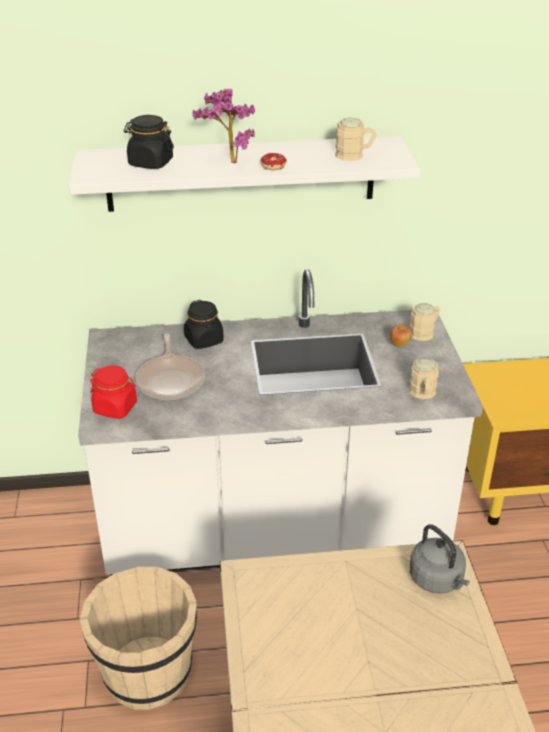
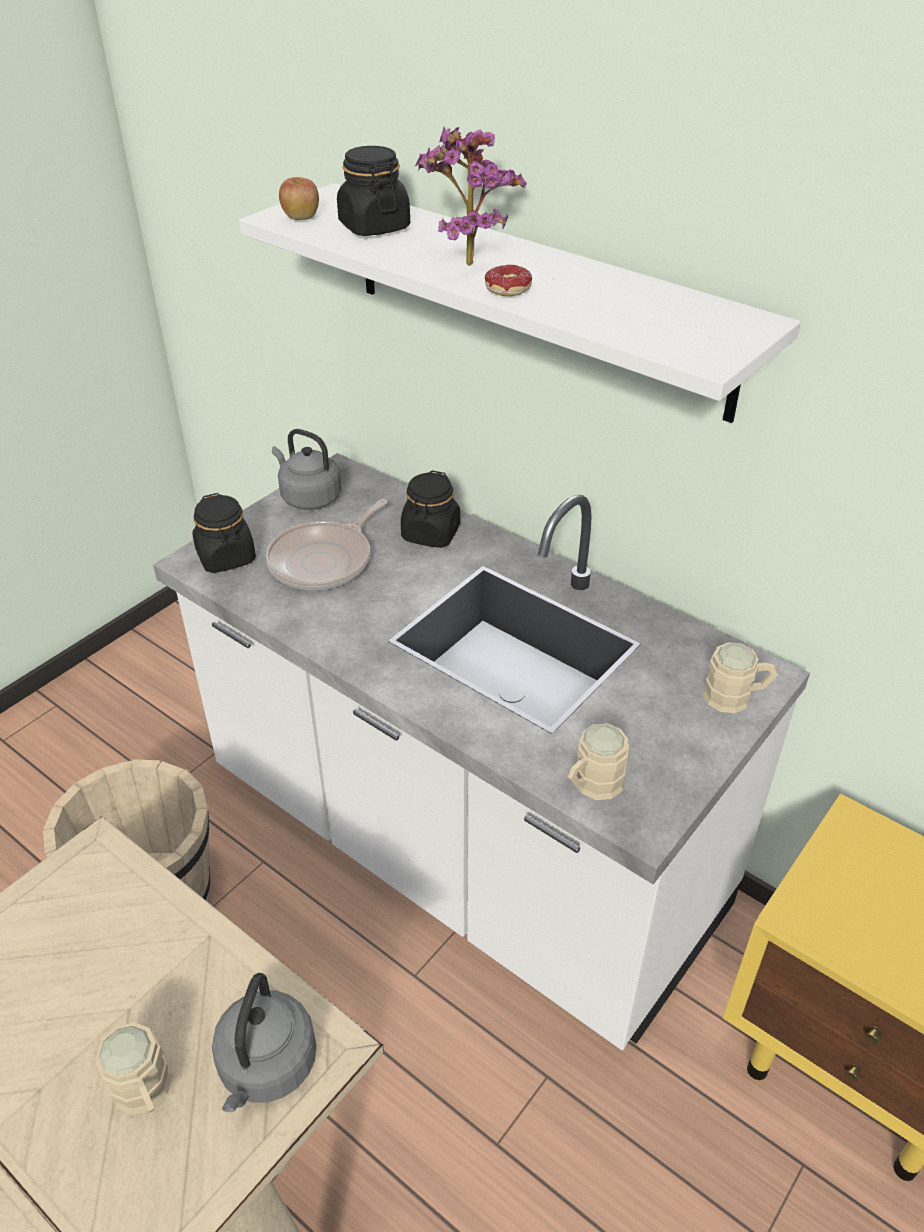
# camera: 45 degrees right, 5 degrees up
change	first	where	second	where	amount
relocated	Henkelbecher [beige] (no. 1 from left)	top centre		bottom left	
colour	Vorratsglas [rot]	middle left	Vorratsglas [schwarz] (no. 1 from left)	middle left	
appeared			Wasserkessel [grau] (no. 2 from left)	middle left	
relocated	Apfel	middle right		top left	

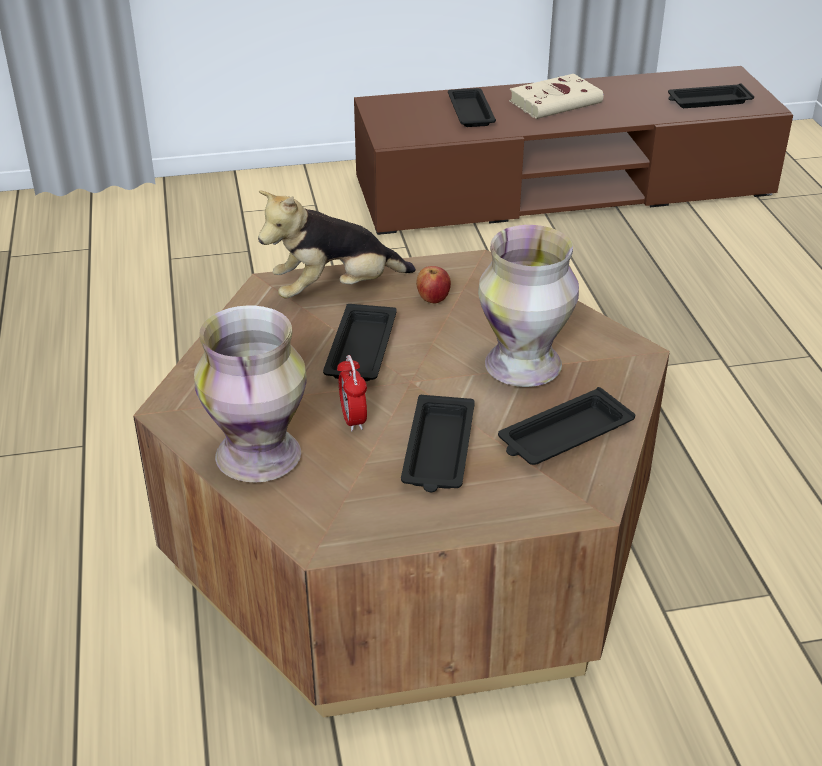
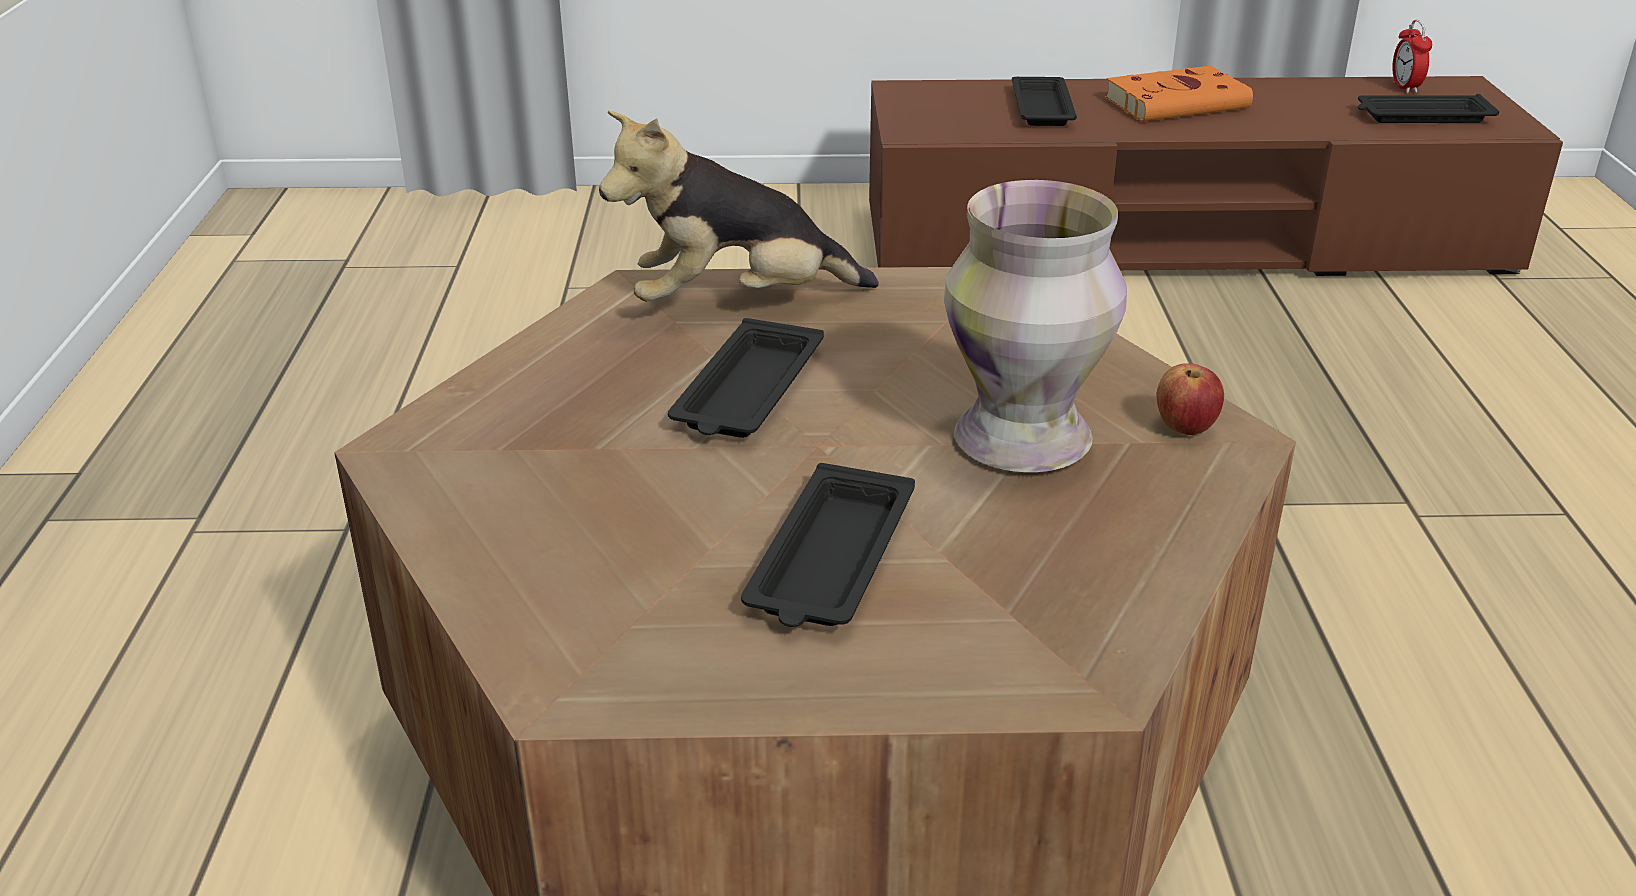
# camera: 10 degrees right, 5 degrees down
change	first	where	second	where	amount
colour	Buch [beige]	top right	Buch [orange]	top right	
relocated	Apfel	centre		middle right	
relocated	Wecker	centre		top right	
missing	Vase (no. 1 from left)	middle left			
missing	Tablett [schwarz] (no. 4 from left)	middle right			

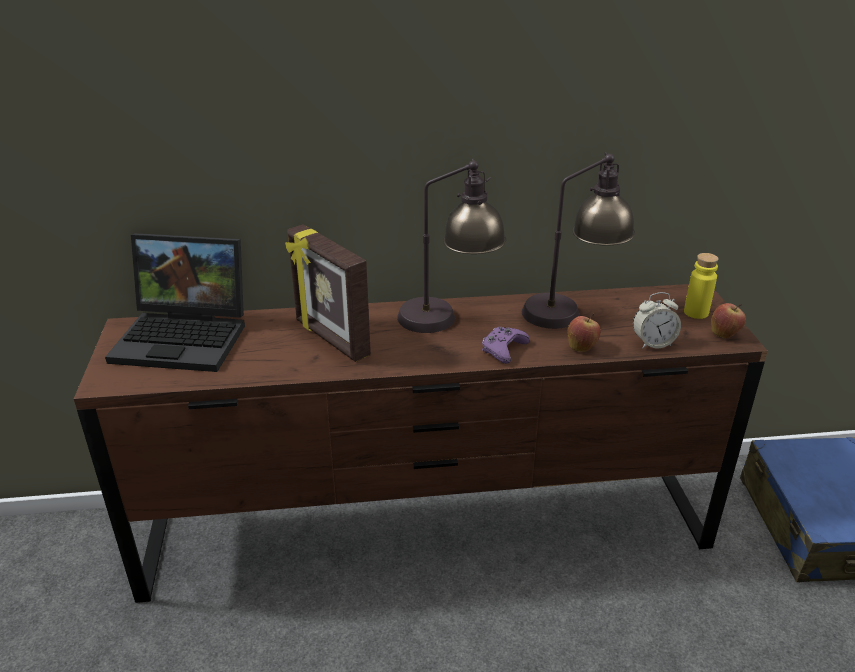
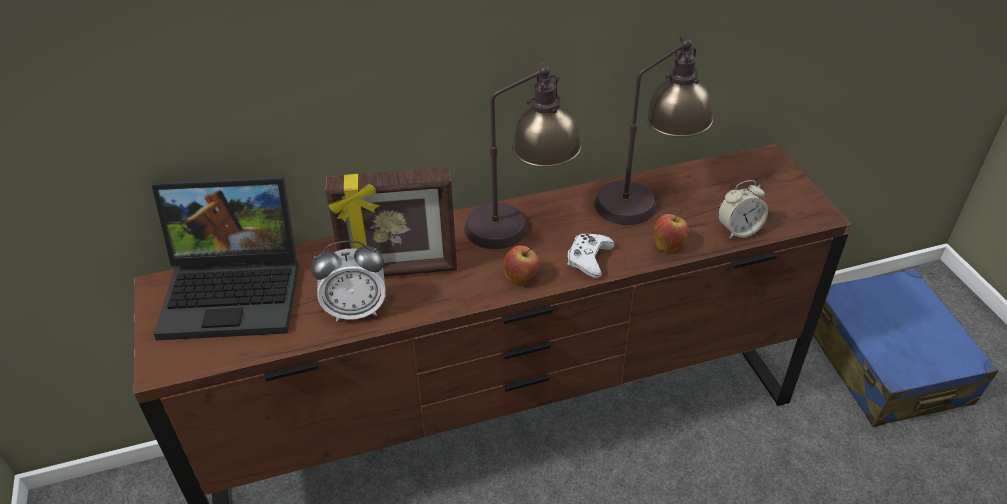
# camera: 10 degrees left, 10 degrees up
change	first	where	second	where	amount
appeared			Wecker (no. 1 from left)	centre	
spun	Bilderrahmen	centre		centre	45 degrees counterclockwise
relocated	Apfel (no. 2 from left in the first image)	middle right	Apfel (no. 1 from left)	centre	
colour	Gamepad [lila]	centre	Gamepad [weiß]	centre	
missing	Flasche [gelb]	middle right			

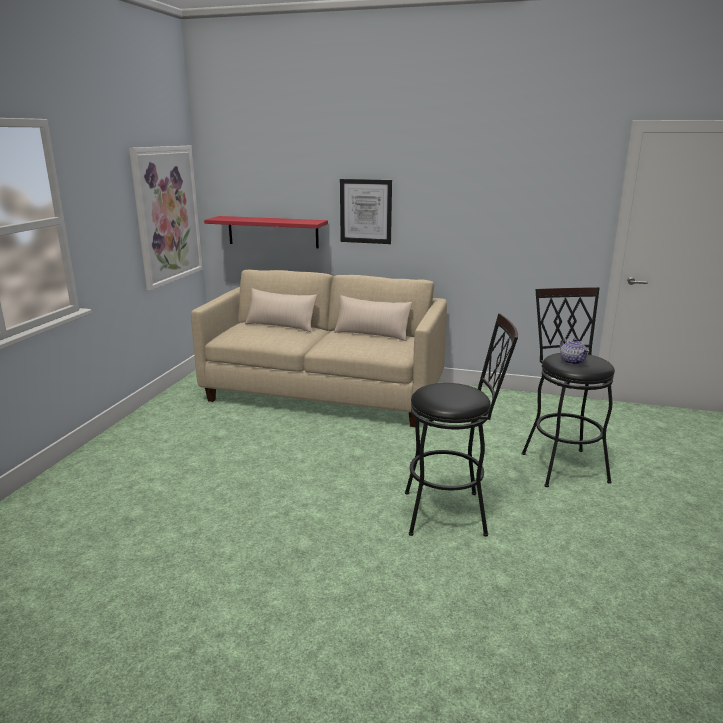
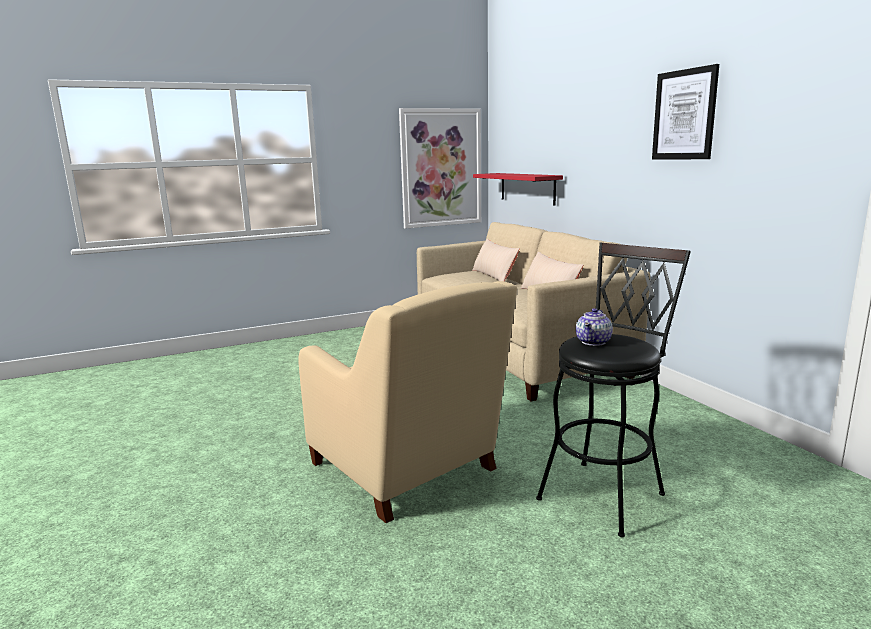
# camera: 50 degrees right, 5 degrees down
change	first	where	second	where	amount
exchanged	Hocker [schwarz] (no. 1 from left)	centre	Sessel [beige]	centre	
relocated	Bild (no. 2 from left)	top centre		top right	

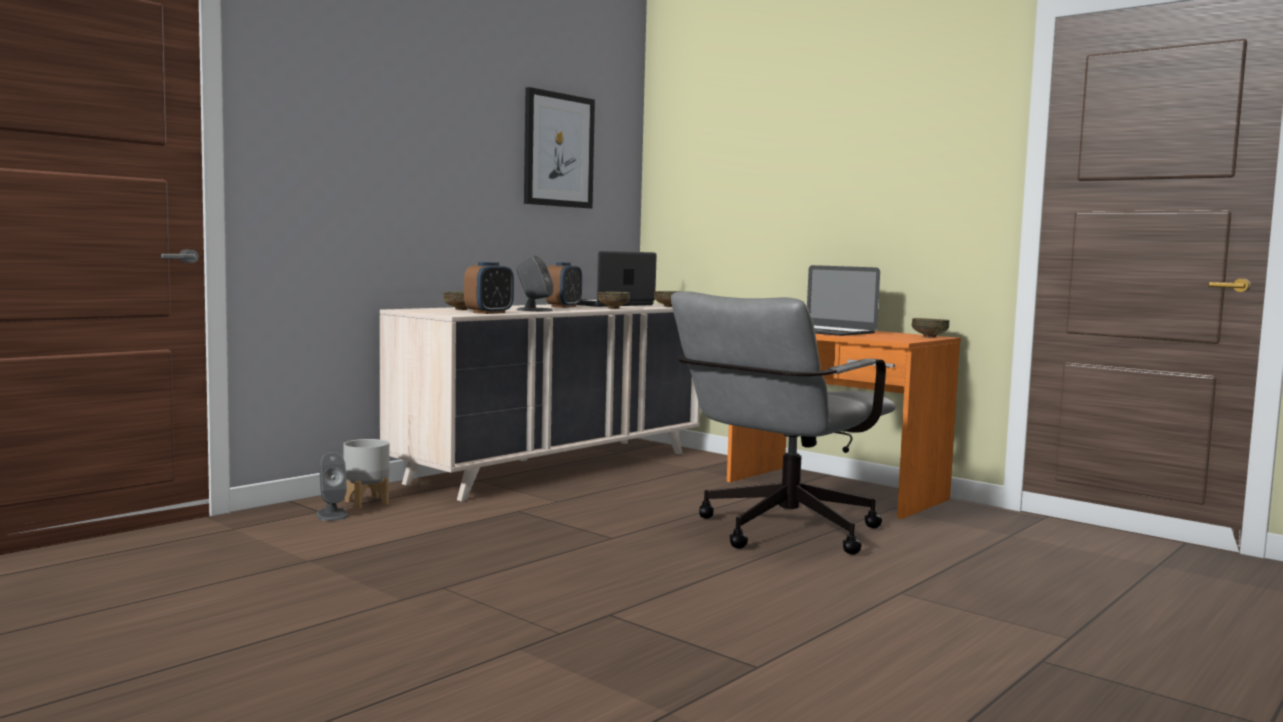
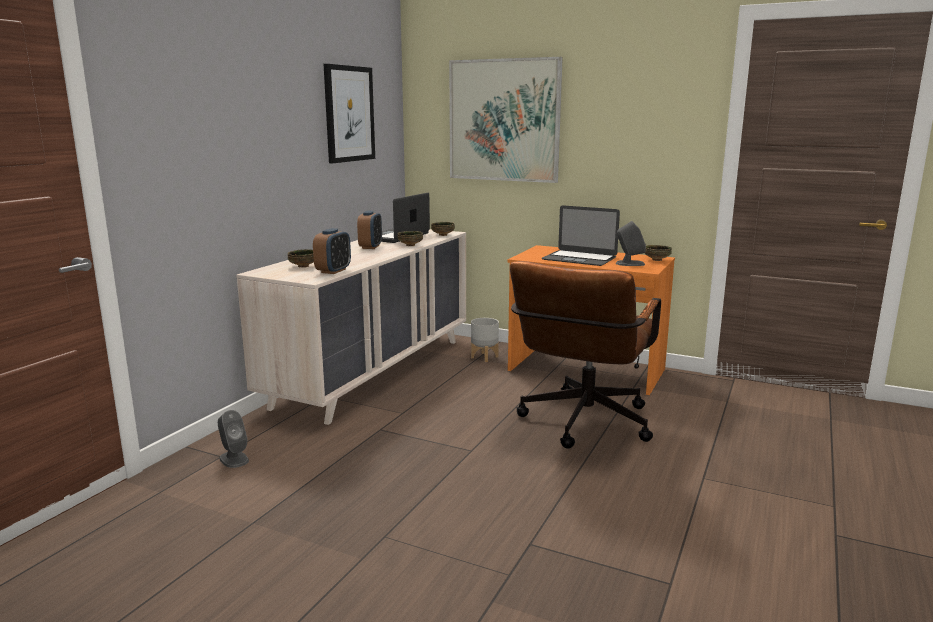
# camera: 15 degrees left, 10 degrees up
change	first	where	second	where	amount
appeared			Bild (no. 2 from left)	top centre	
relocated	Pflanzkübel [grau]	middle left		centre	
colour	Bürostuhl [grau]	centre	Bürostuhl [braun]	centre	
relocated	Lautsprecher [grau] (no. 2 from left)	centre		middle right	

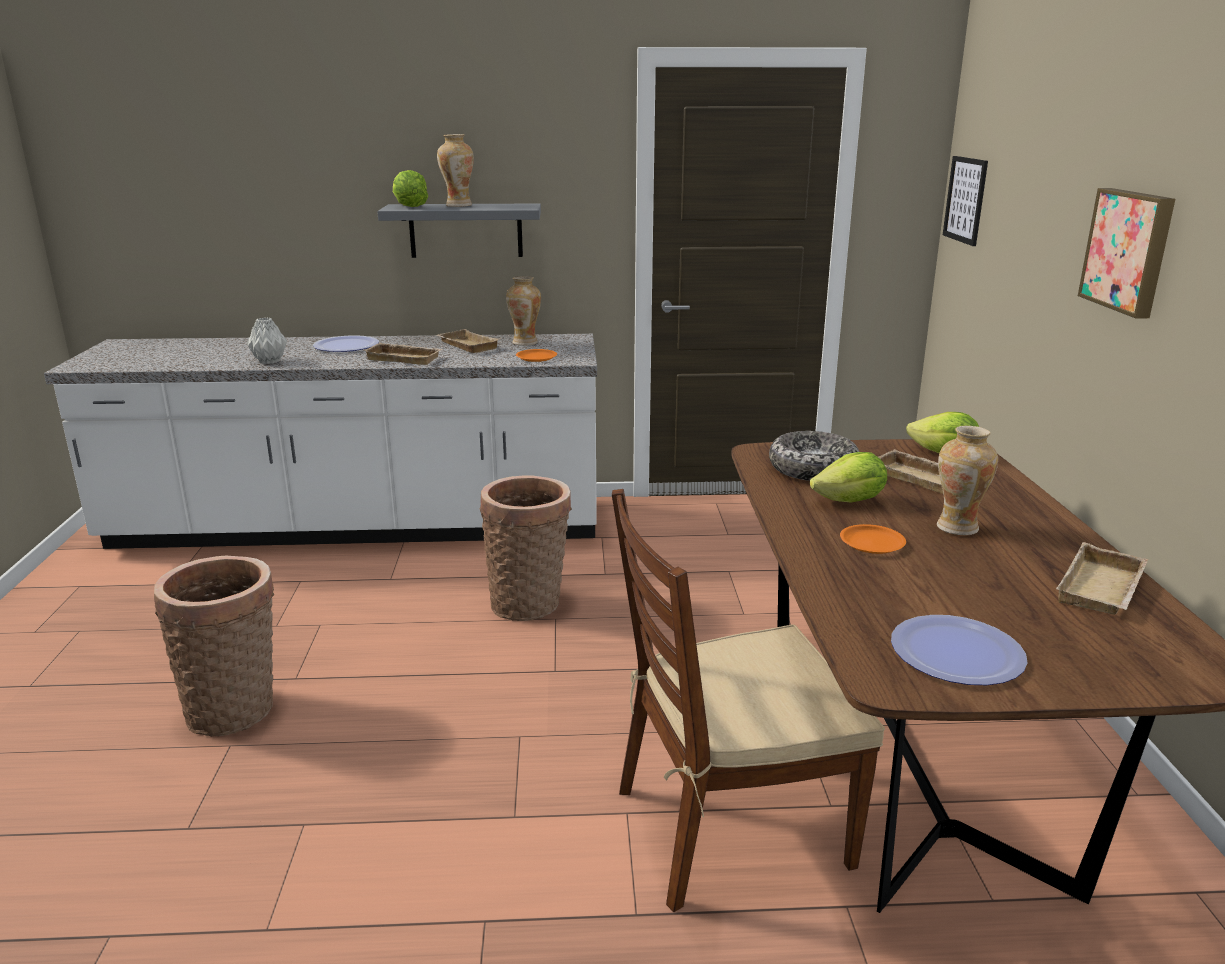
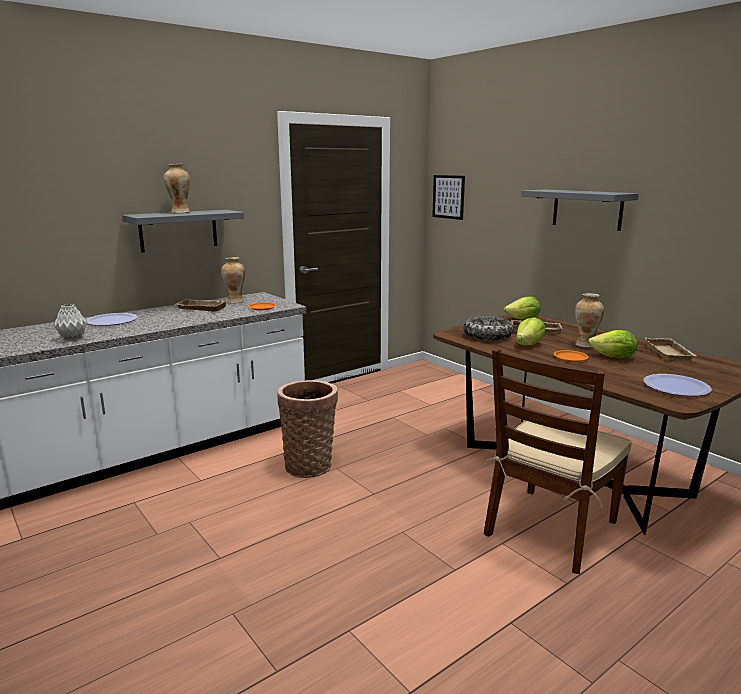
# camera: 35 degrees left, 5 degrees down
change	first	where	second	where	amount
exchanged	Bild (no. 2 from left)	top right	Wandregal [grau] (no. 2 from left)	top right	
relocated	Salatkopf (no. 1 from left in the first image)	top centre	Salatkopf (no. 3 from left)	middle right	
missing	Korb (no. 1 from left)	bottom left			
missing	Tablett [beige] (no. 1 from left)	middle left			

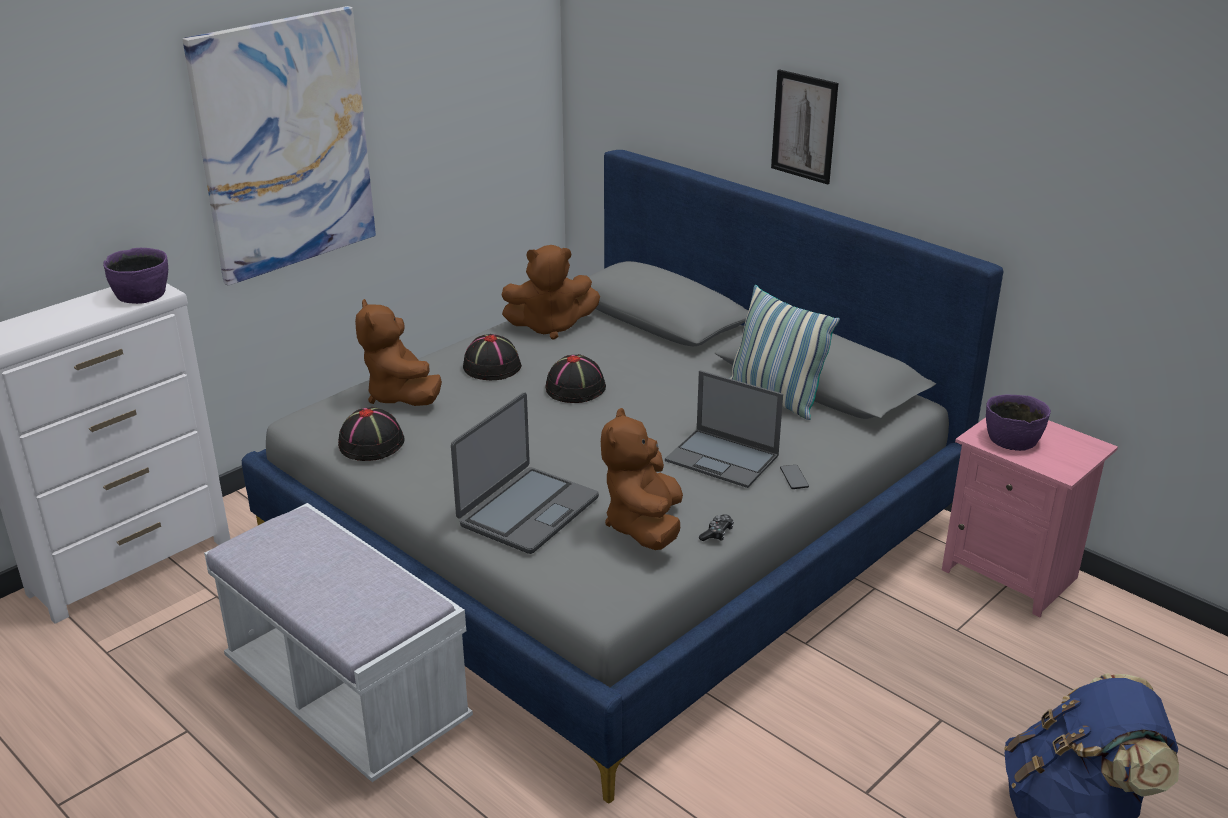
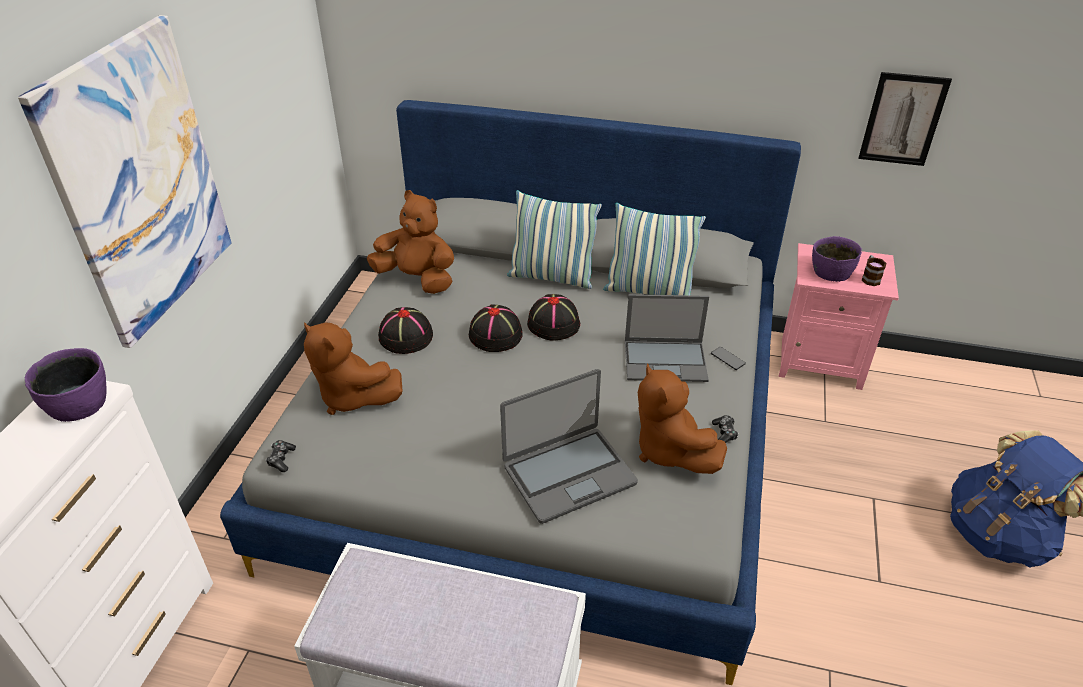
# camera: 30 degrees left, 10 degrees up
change	first	where	second	where	amount
appeared			Gamepad (no. 1 from left)	middle left	
spun	Plüschtier [braun] (no. 2 from left)	centre		centre	120 degrees counterclockwise
spun	Laptop (no. 1 from left)	centre		centre	60 degrees clockwise
appeared			Kissen (no. 1 from left)	centre	
relocated	Hut [schwarz] (no. 1 from left in the first image)	middle left	Hut [schwarz] (no. 3 from left)	centre	
relocated	Bild (no. 2 from left)	top centre		top right	
appeared			Henkelbecher	middle right	

